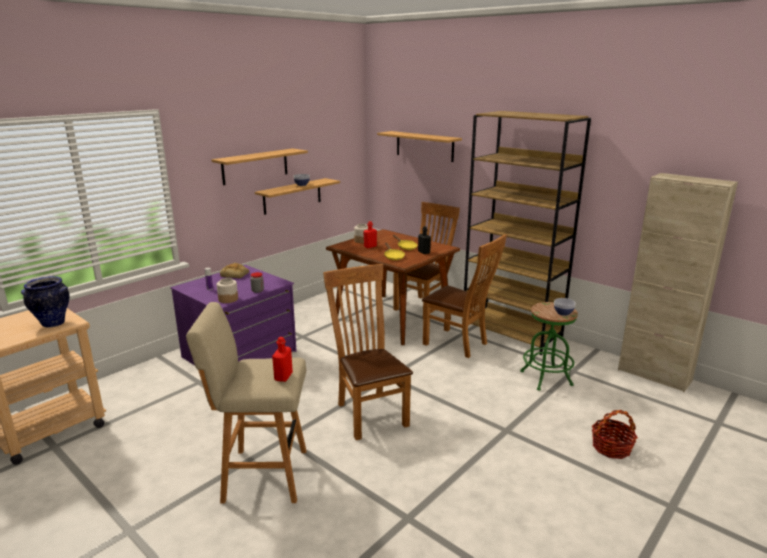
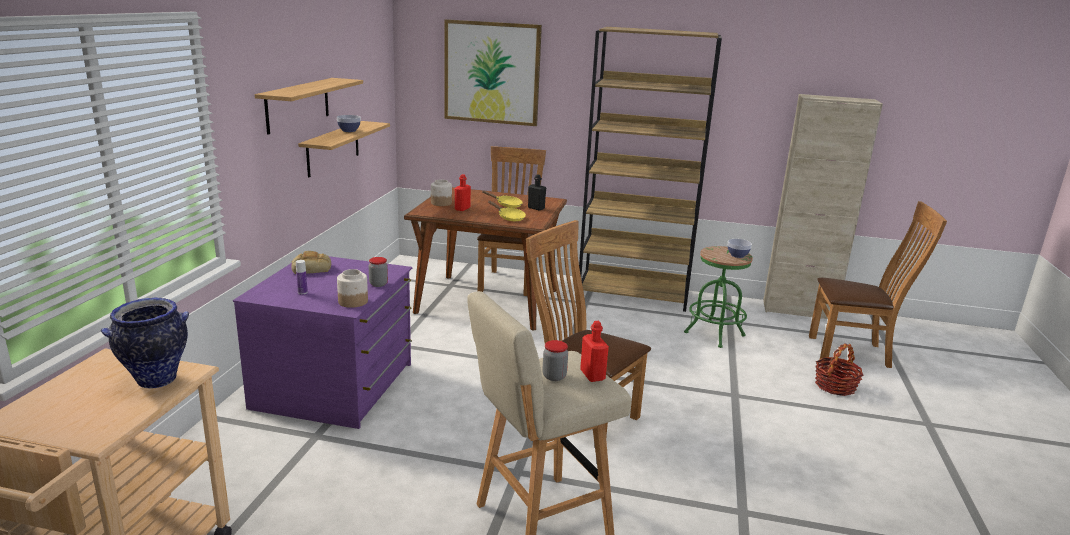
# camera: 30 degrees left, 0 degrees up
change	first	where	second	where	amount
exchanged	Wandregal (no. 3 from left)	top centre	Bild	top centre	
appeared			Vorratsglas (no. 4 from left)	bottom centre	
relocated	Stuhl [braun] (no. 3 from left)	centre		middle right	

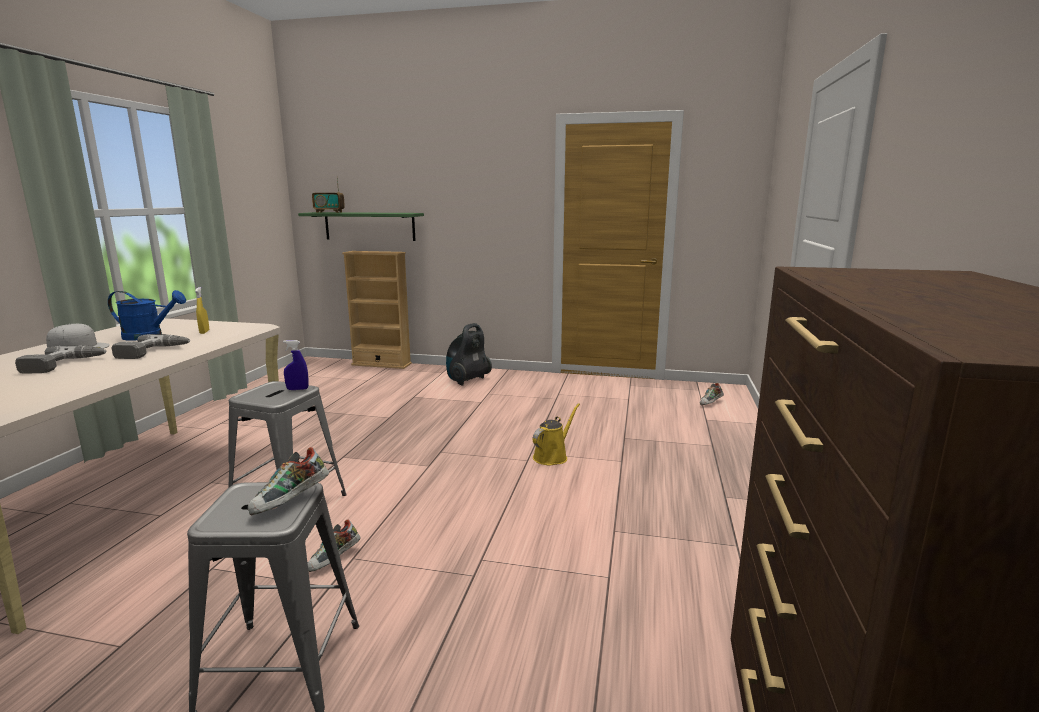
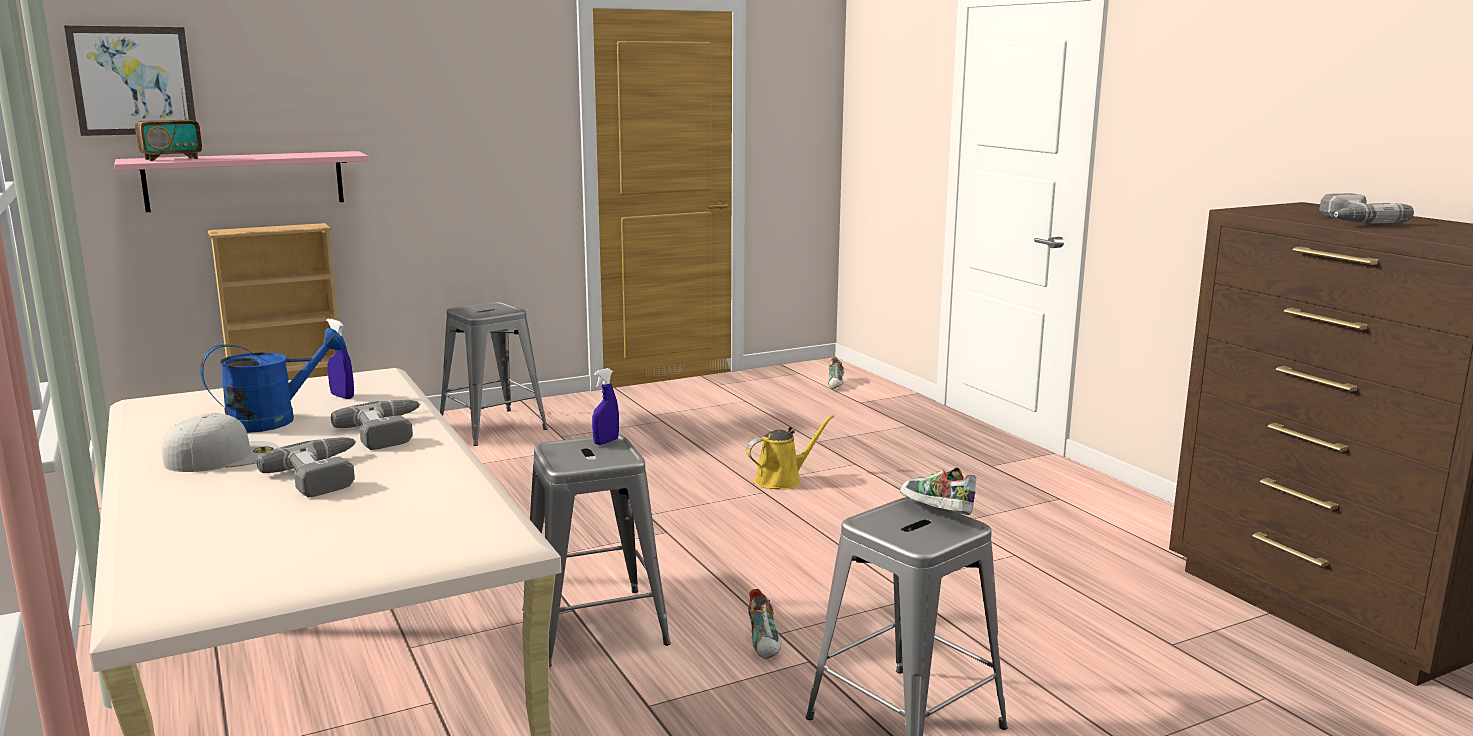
# camera: 40 degrees left, 0 degrees up
change	first	where	second	where	amount
appeared			Bild	top left	
colour	Wandregal [grün]	top centre	Wandregal [rosa]	top left	
colour	Sprühflasche [gelb]	middle left	Sprühflasche [blau] (no. 1 from left)	middle left	
exchanged	Staubsauger	centre	Hocker [grau] (no. 1 from left)	centre	
spun	Gießkanne [gelb]	centre		centre	60 degrees clockwise
spun	Schuh (no. 1 from left in the first image)	bottom left	Schuh (no. 3 from left)	bottom centre	150 degrees clockwise
appeared			Bohrmaschine (no. 3 from left)	top right	

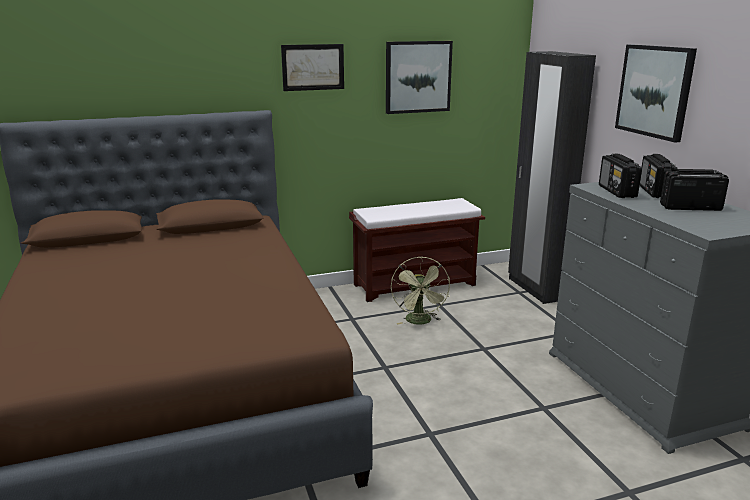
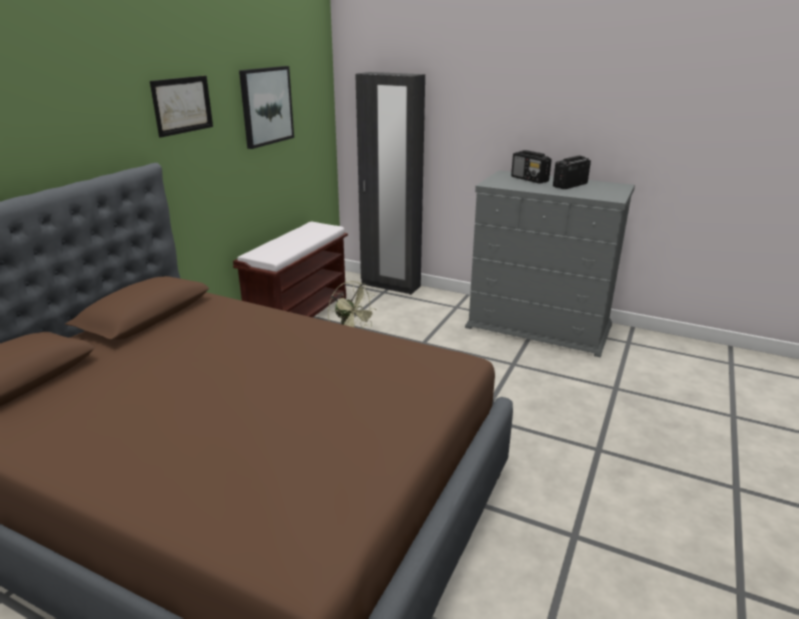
# camera: 45 degrees left, 5 degrees up
change	first	where	second	where	amount
missing	Radio (no. 1 from left)	middle right			
missing	Bild (no. 3 from left)	top right			

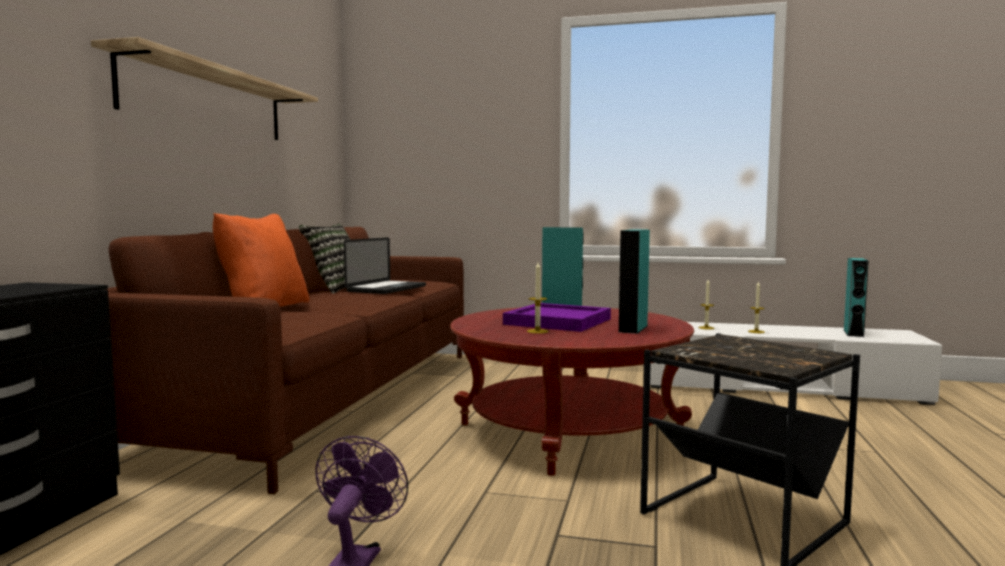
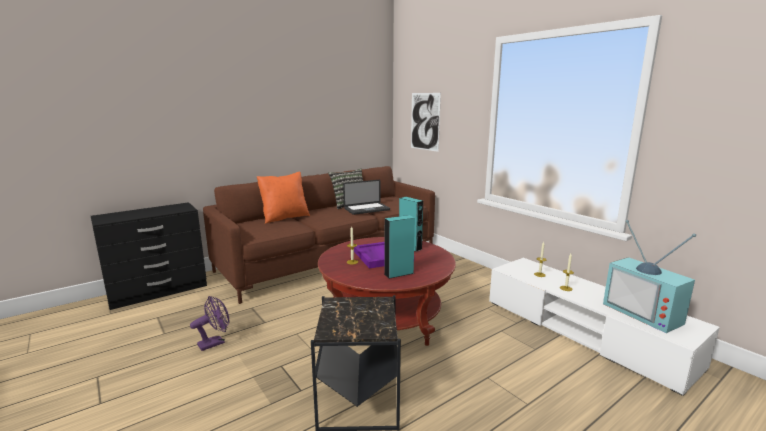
# camera: 40 degrees right, 10 degrees up
change	first	where	second	where	amount
appeared			Bild	top centre	
exchanged	Lautsprecher [türkis] (no. 3 from left)	middle right	Fernseher	middle right	
missing	Wandregal	top left			

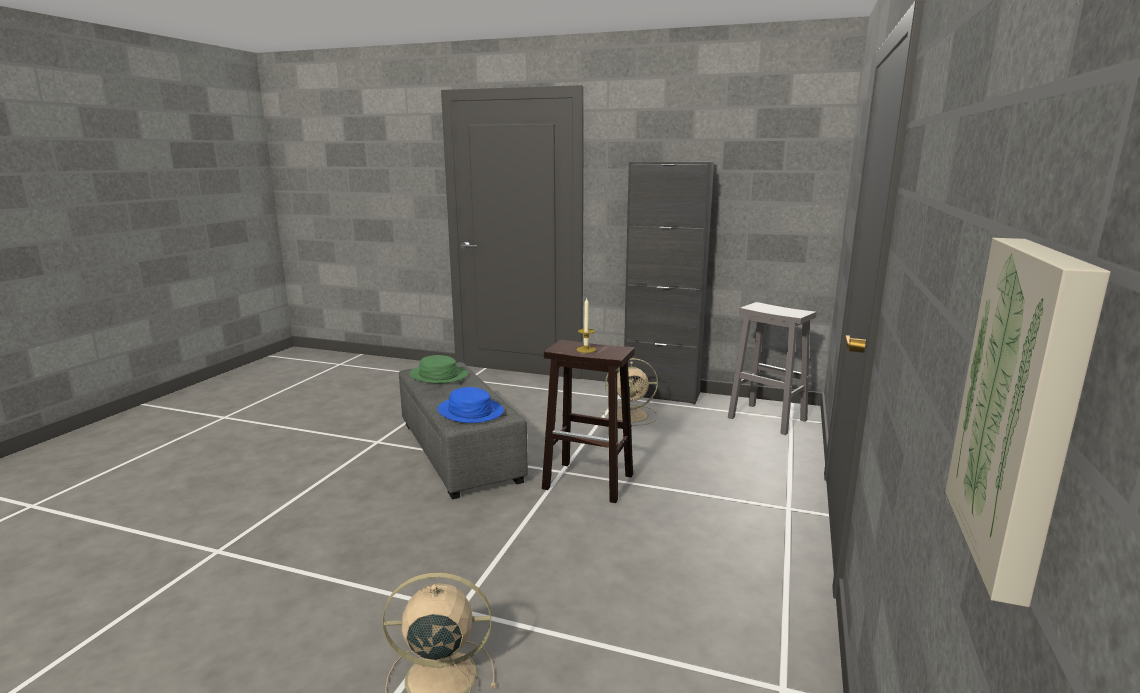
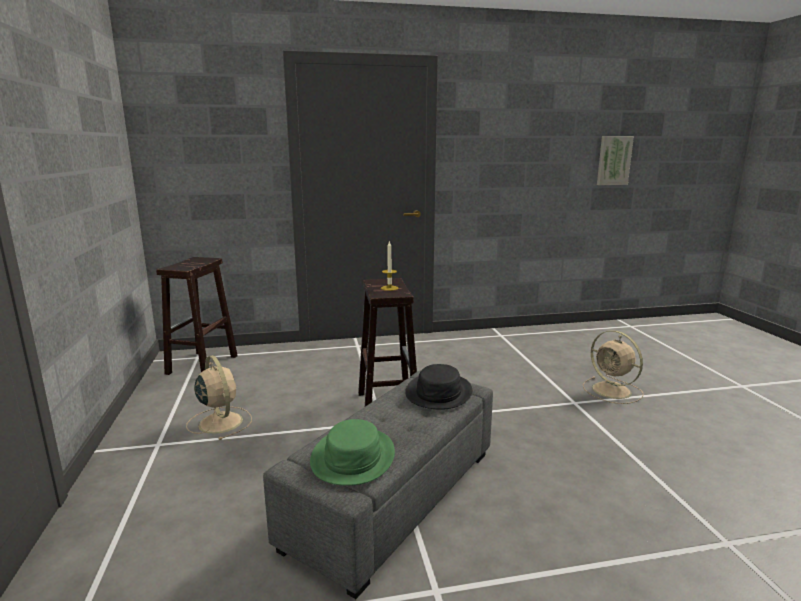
# camera: 120 degrees left, 0 degrees up
change	first	where	second	where	amount
colour	Hocker [grau]	middle right	Hocker [braun] (no. 1 from left)	middle left	
colour	Hut [blau]	centre	Hut [schwarz]	centre	
missing	Schrank [schwarz]	centre			

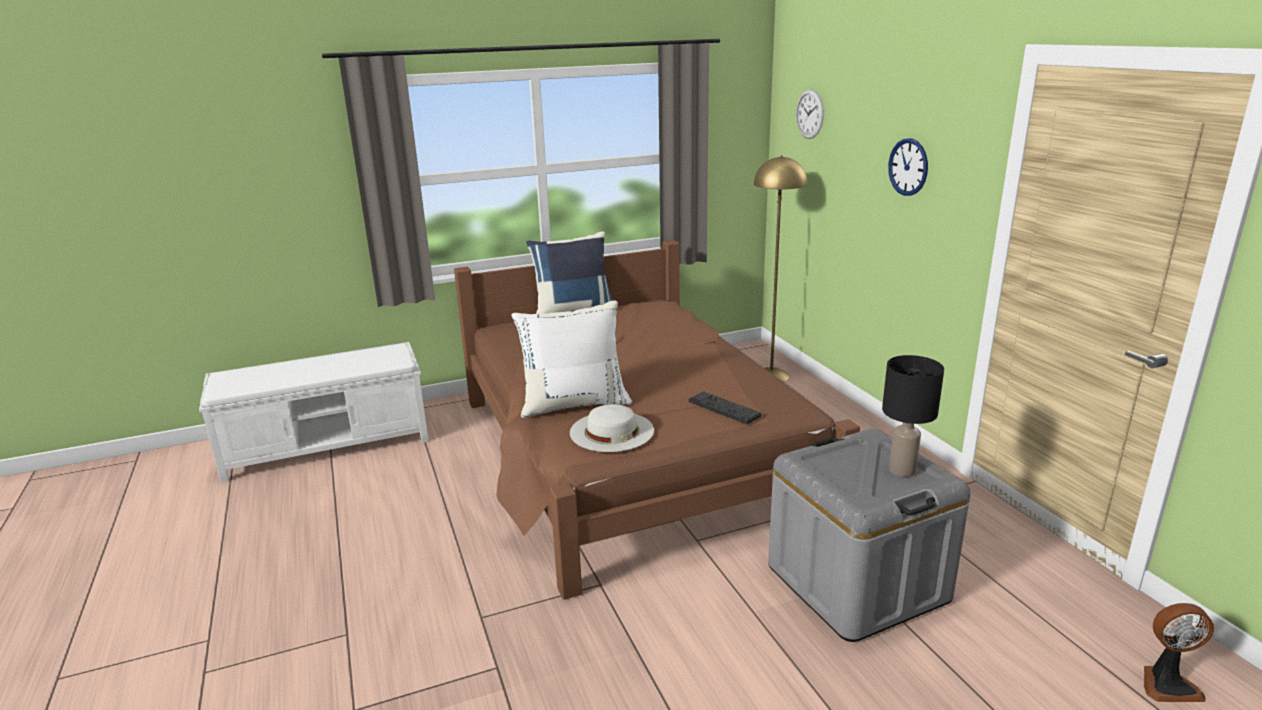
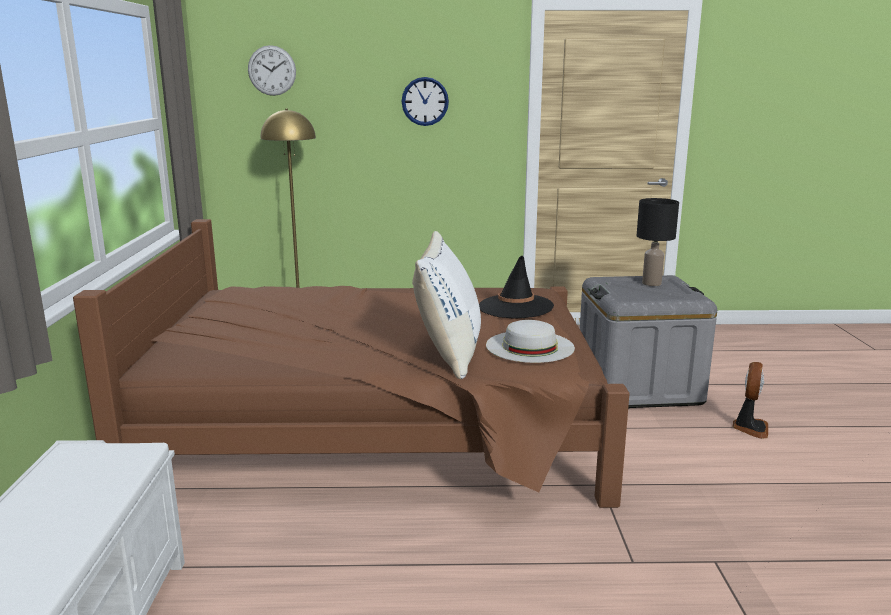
# camera: 70 degrees left, 5 degrees down
change	first	where	second	where	amount
exchanged	Tastatur	centre	Hut [schwarz]	centre	
relocated	Ventilator	bottom right		middle right	
missing	Kissen [blau]	centre			

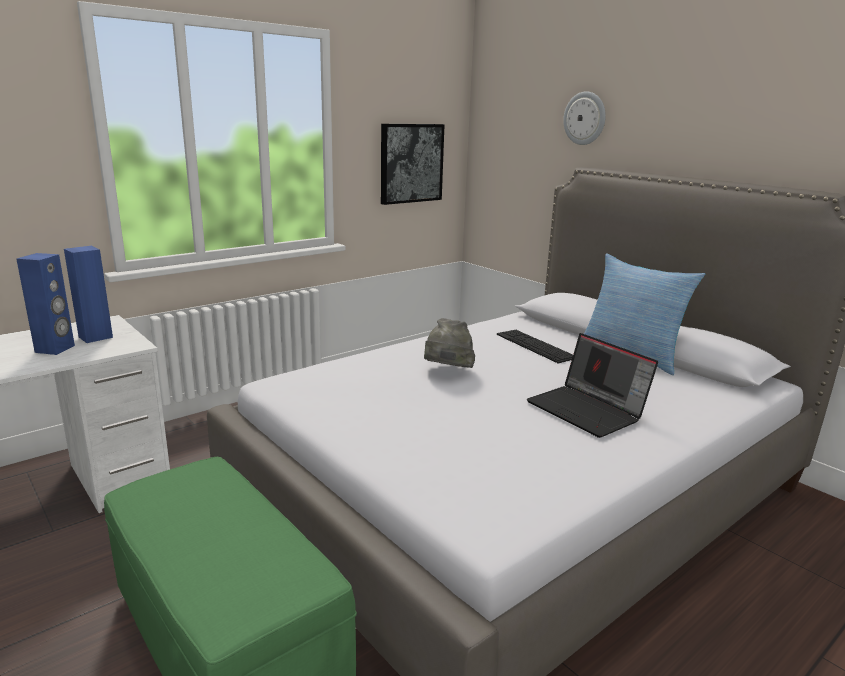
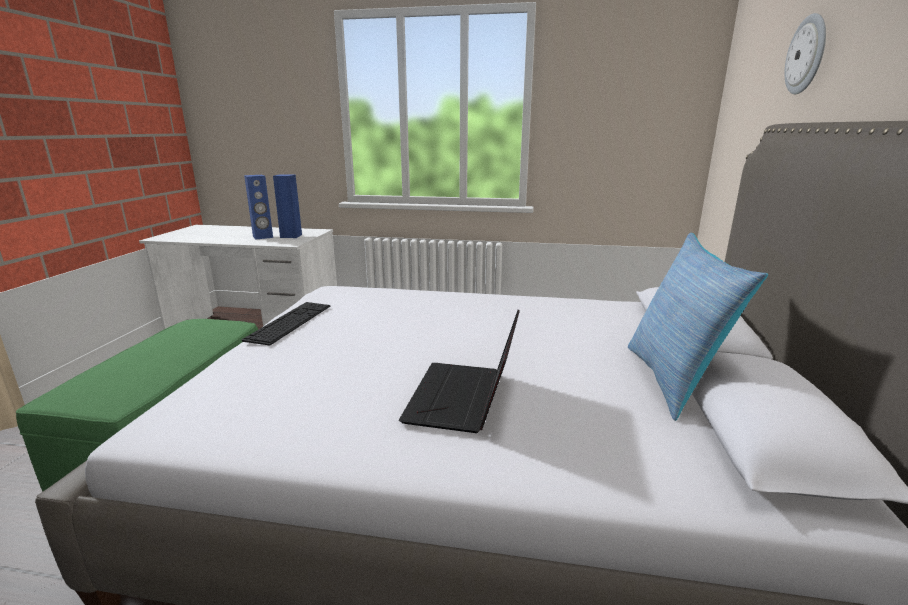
# camera: 50 degrees right, 0 degrees up
change	first	where	second	where	amount
relocated	Tastatur	centre		middle left	
missing	Bild	top centre			
missing	Hut [grau]	centre			

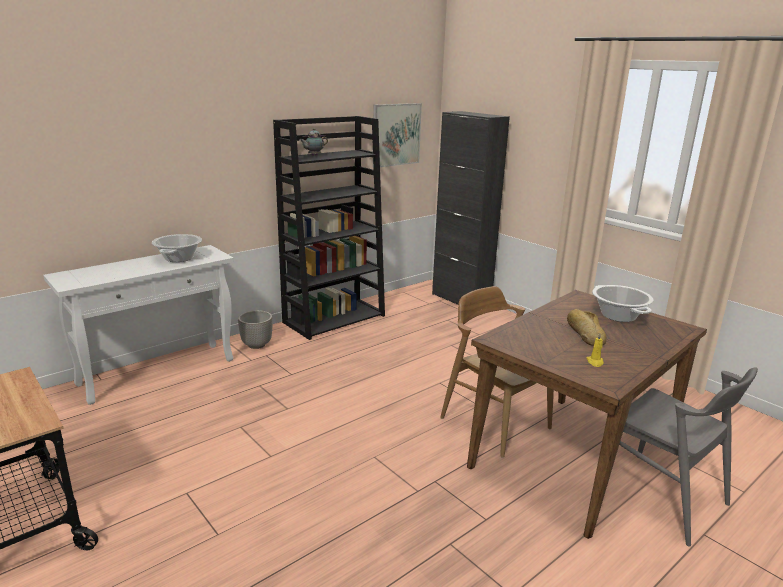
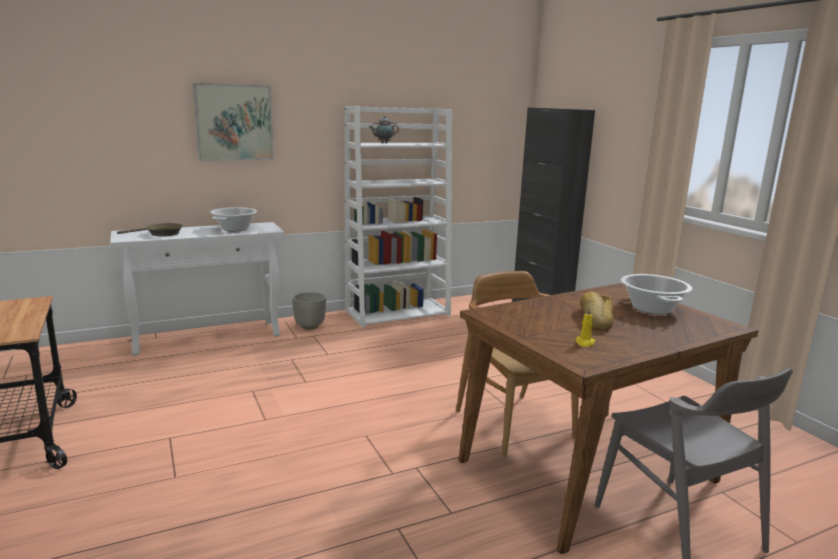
# camera: 15 degrees right, 5 degrees down
change	first	where	second	where	amount
appeared			Pfanne [braun]	middle left	
relocated	Bild	top centre		top left	
colour	Bücherregal [schwarz]	centre	Bücherregal [weiß]	centre	

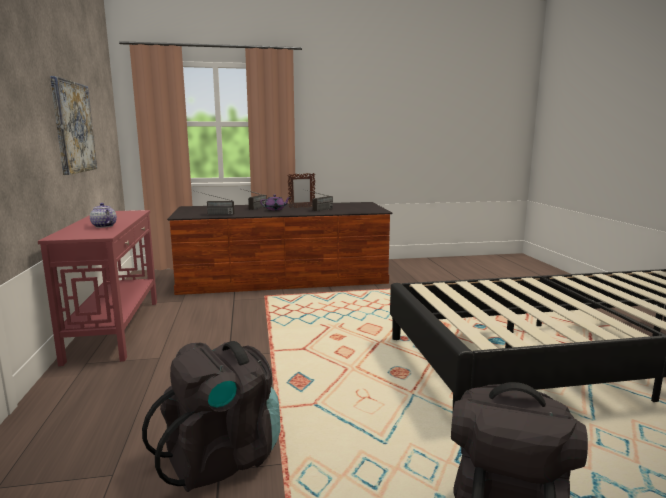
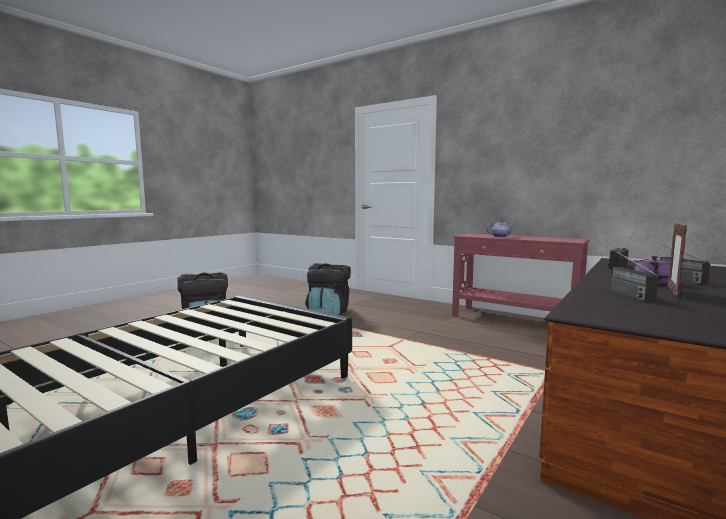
# camera: 135 degrees right, 5 degrees down
change	first	where	second	where	amount
missing	Bild	top left			

